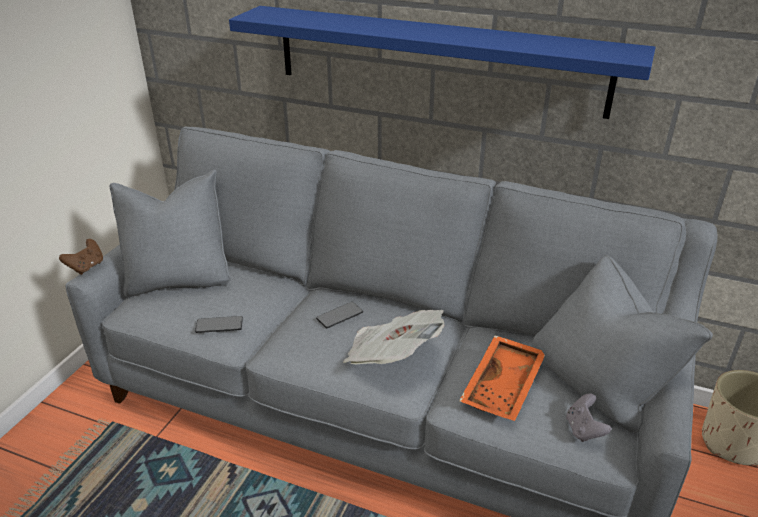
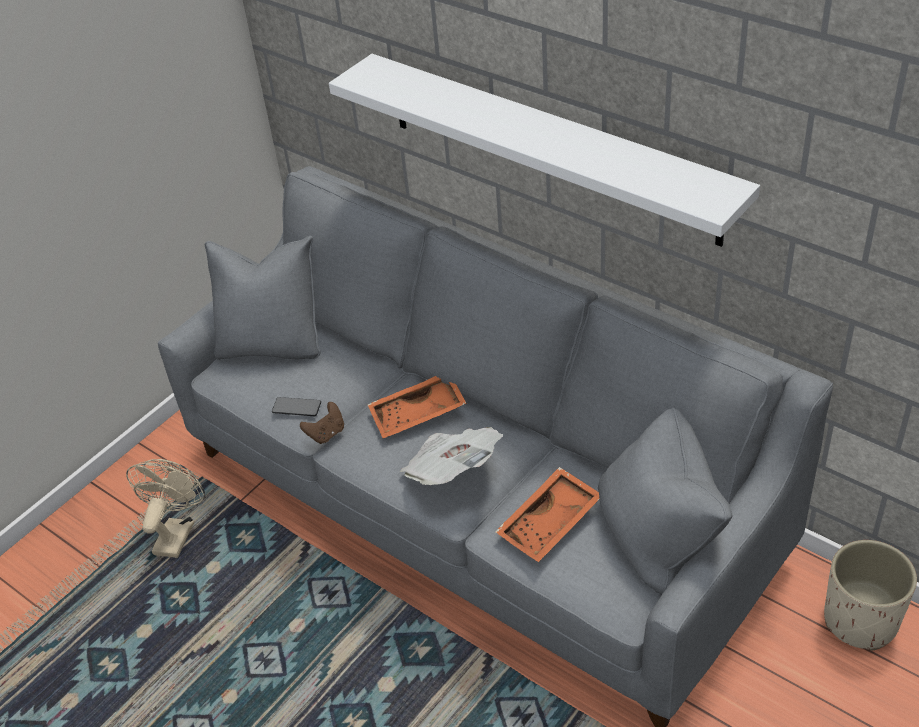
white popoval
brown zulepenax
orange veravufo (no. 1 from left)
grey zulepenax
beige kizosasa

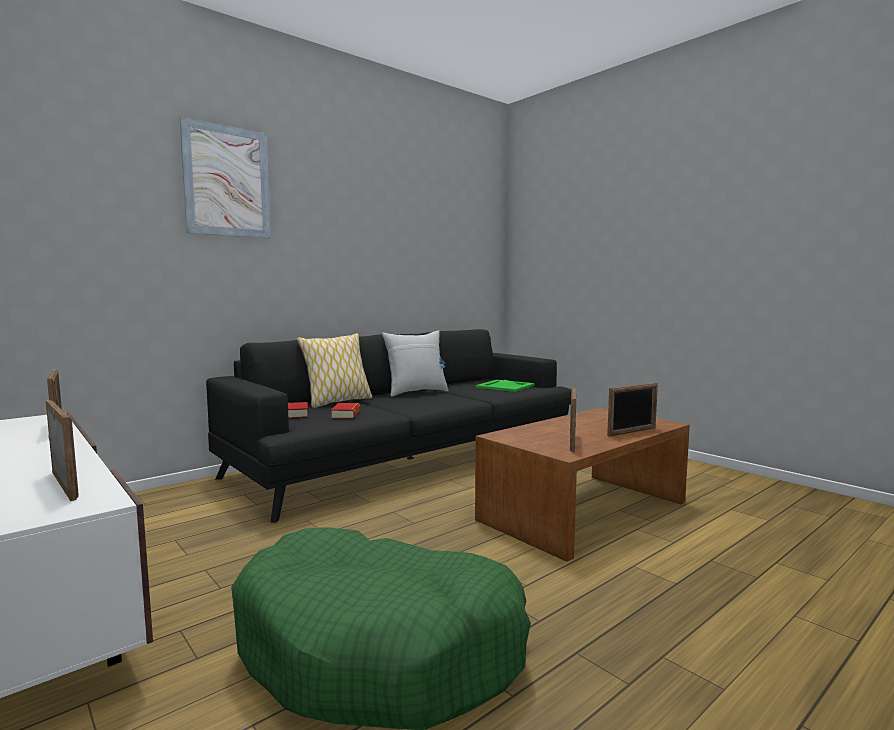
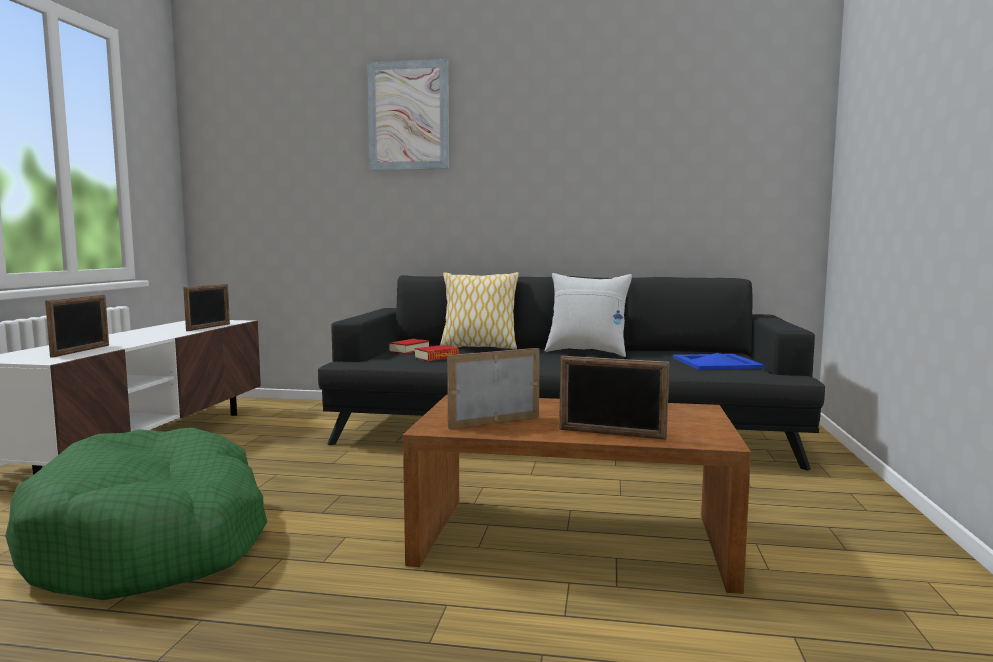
blue veravufo

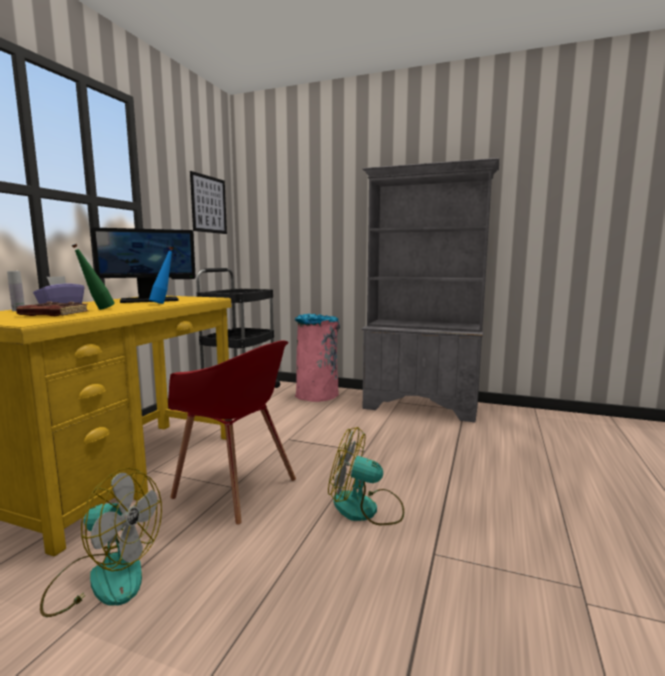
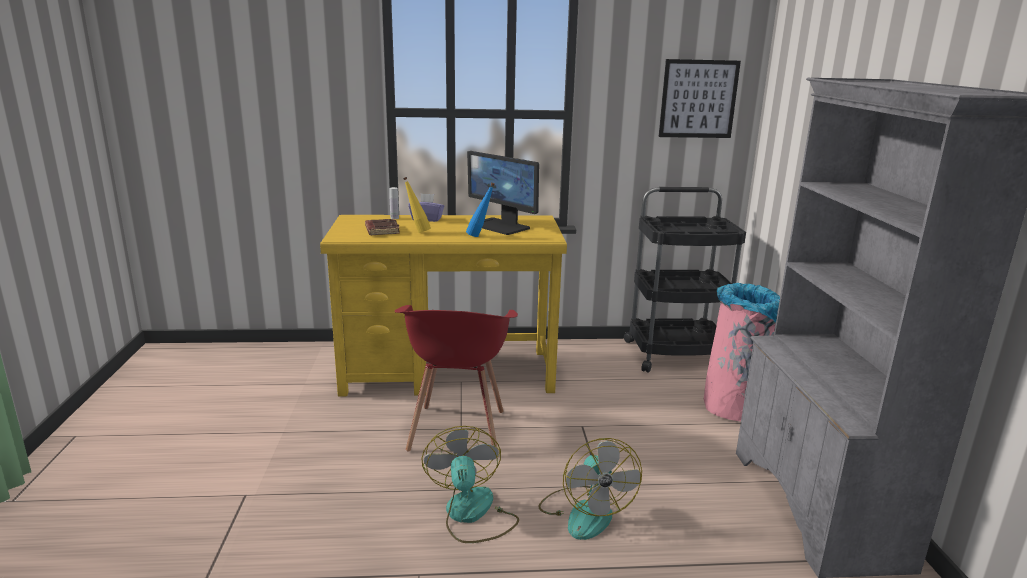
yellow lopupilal
kizosasa (no. 2 from left)

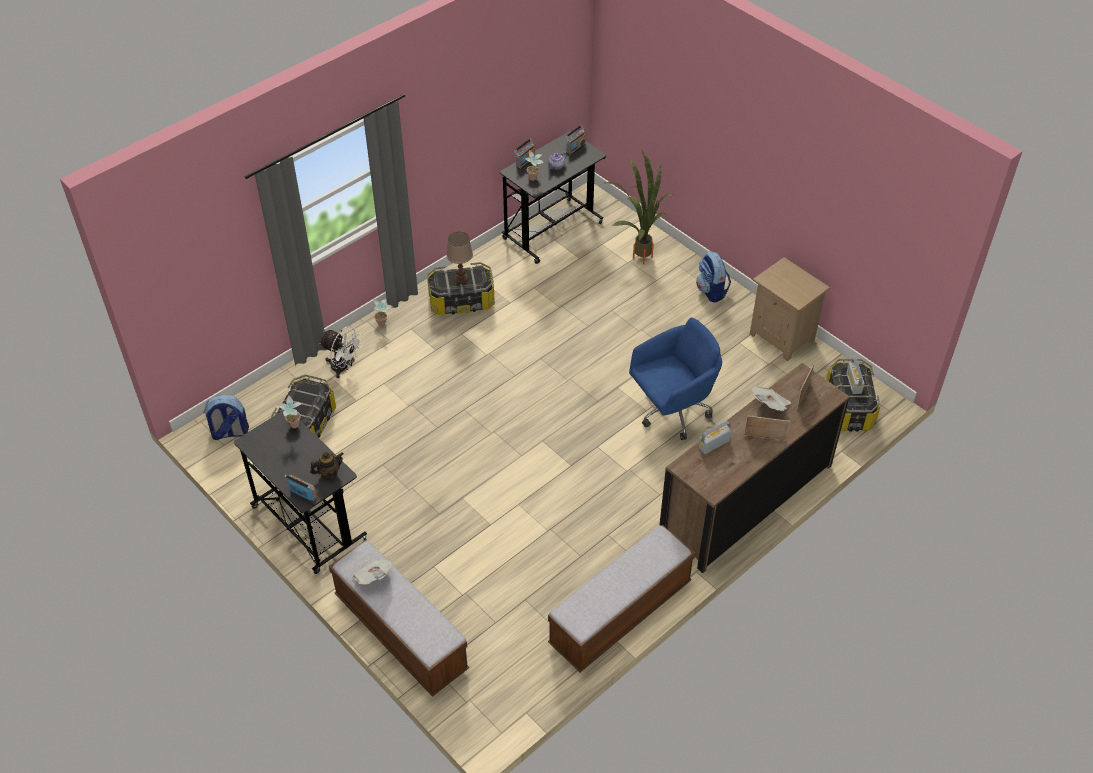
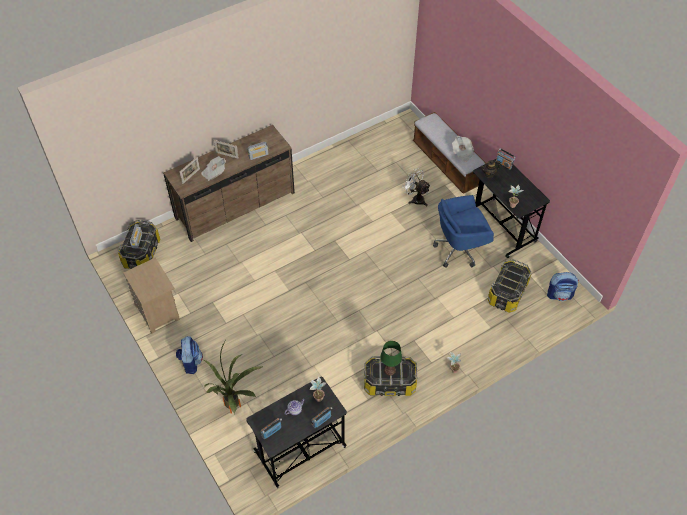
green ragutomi
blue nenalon
white kizosasa
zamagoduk (no. 2 from left in the first image)

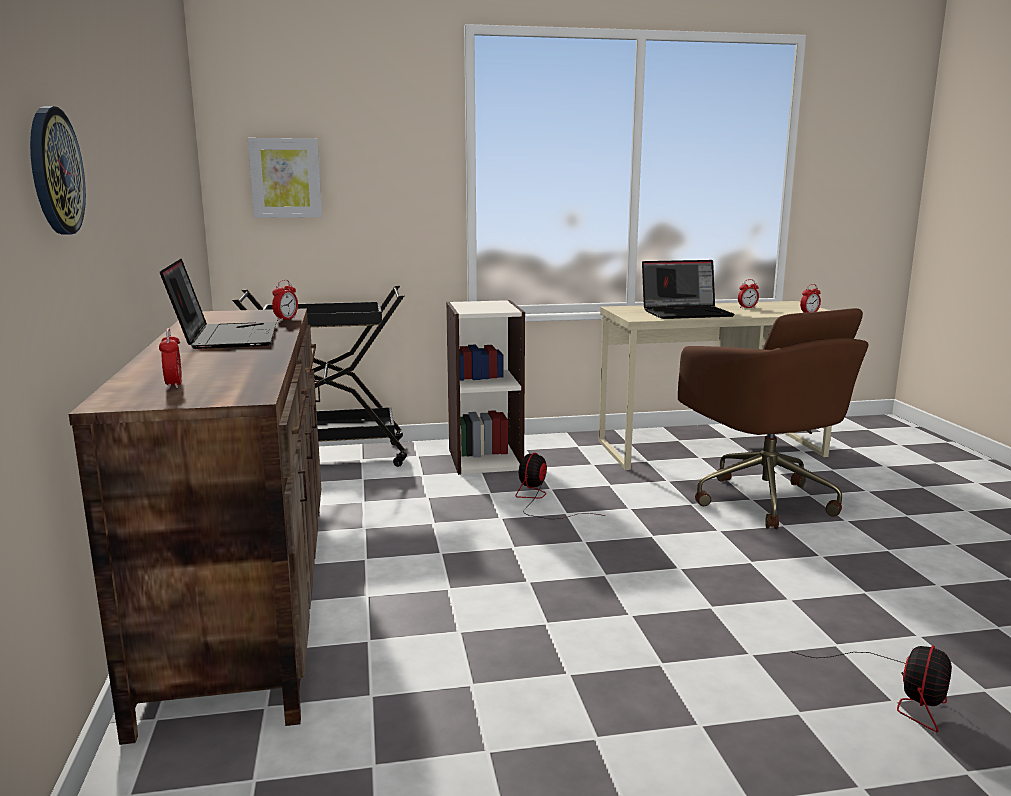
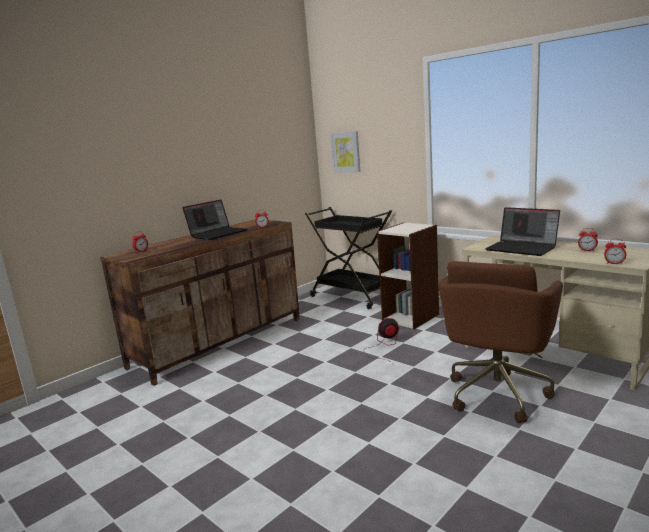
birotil
kizosasa (no. 2 from left in the first image)

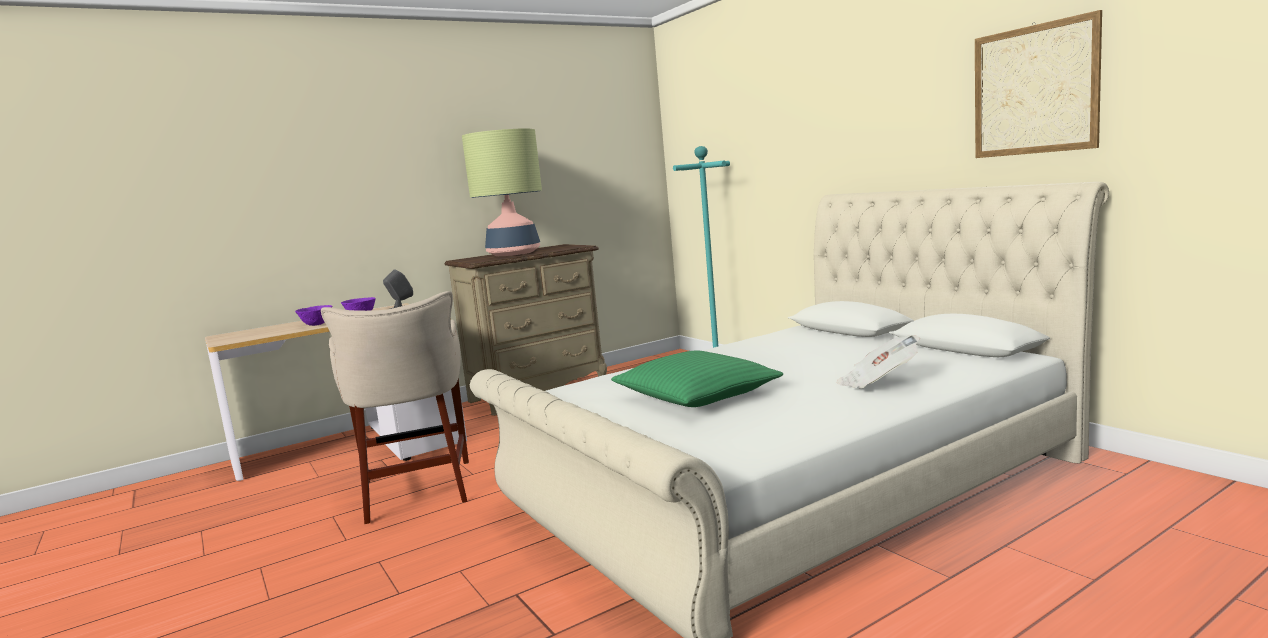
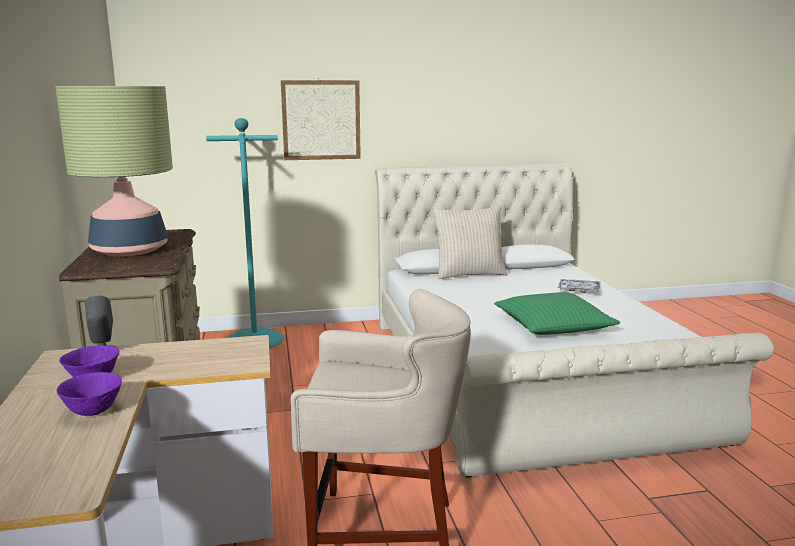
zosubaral
veravufo
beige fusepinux

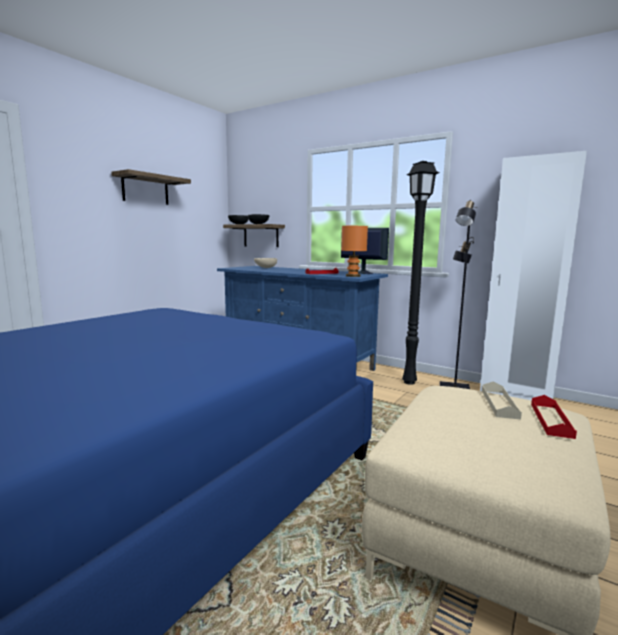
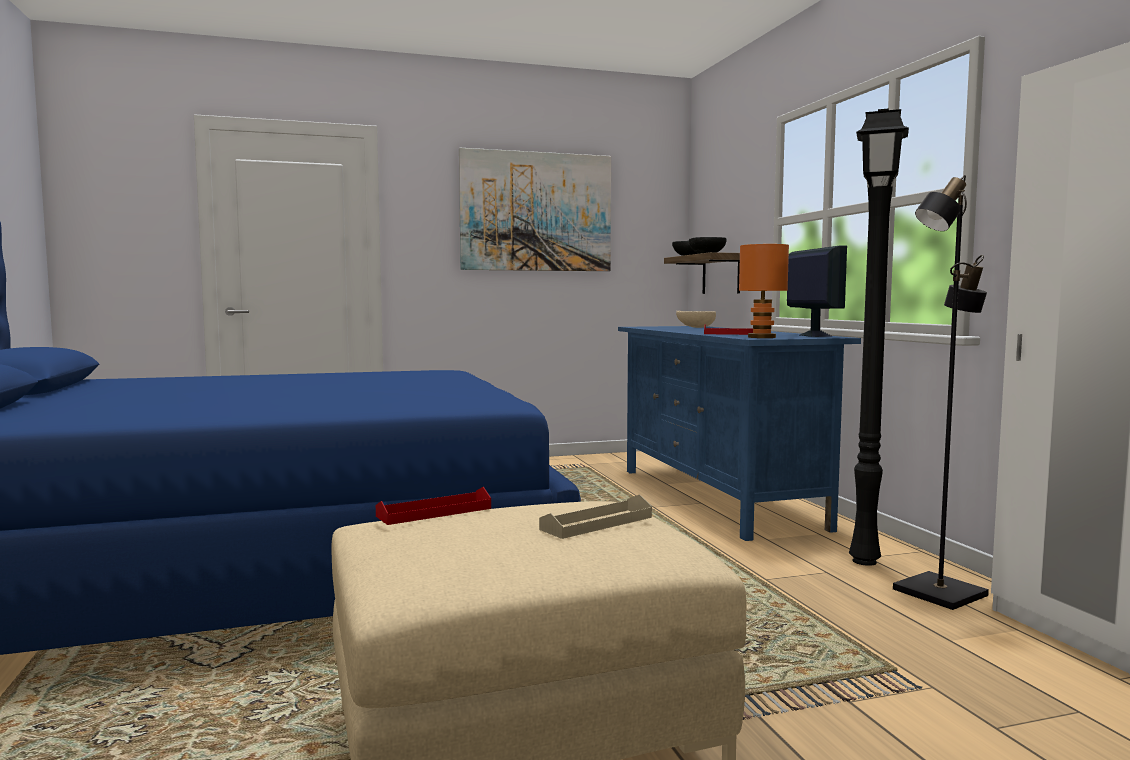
zosubaral
red veravufo (no. 1 from left)

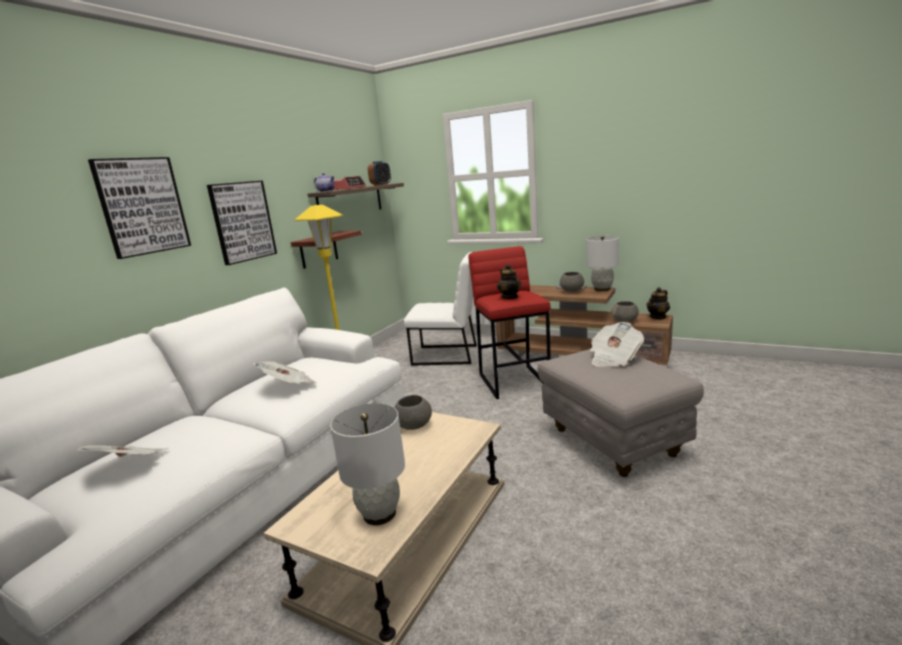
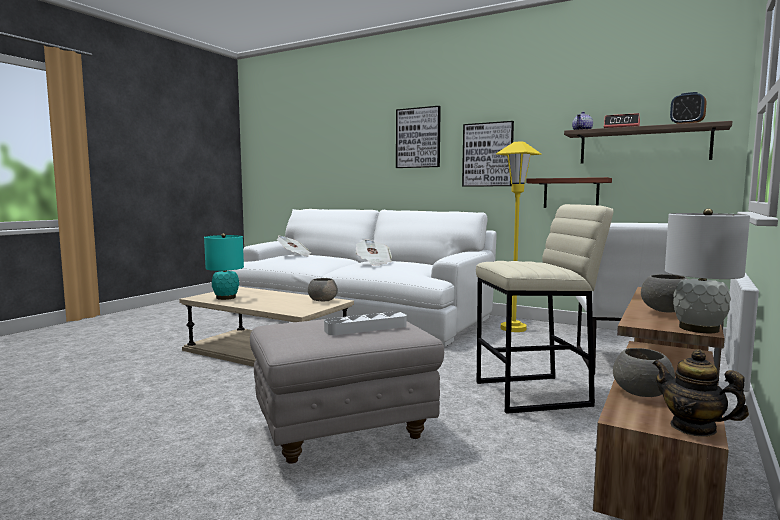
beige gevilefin
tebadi (no. 2 from left in the first image)
grey veravufo
turquoise ragutomi

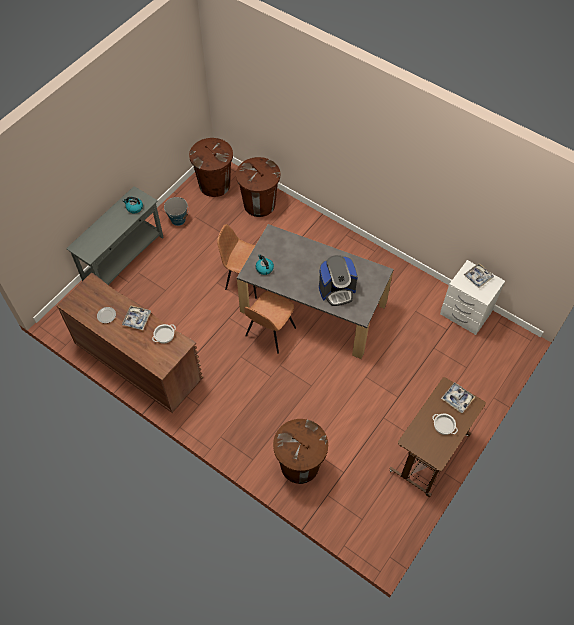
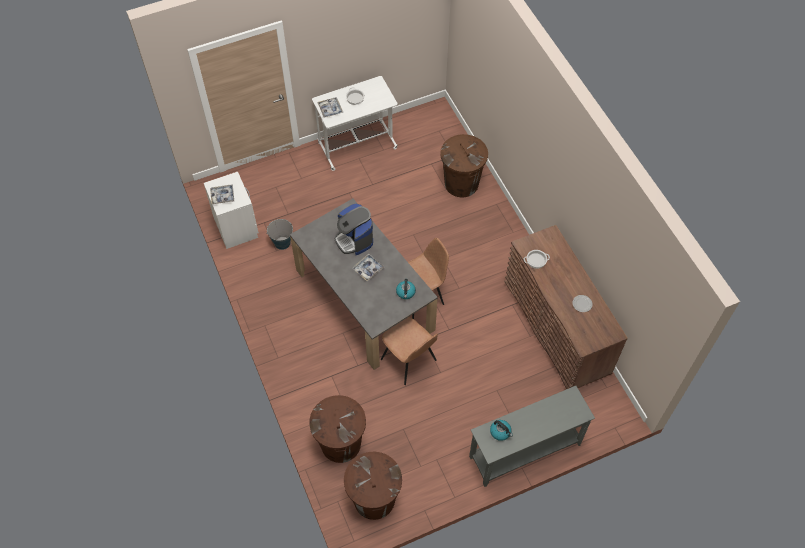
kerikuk
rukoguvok
veravufo (no. 3 from left)
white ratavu

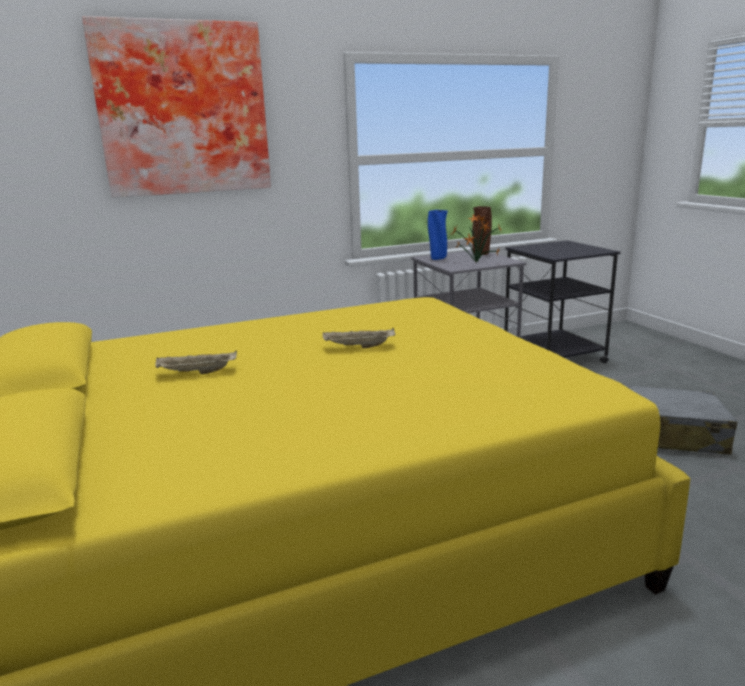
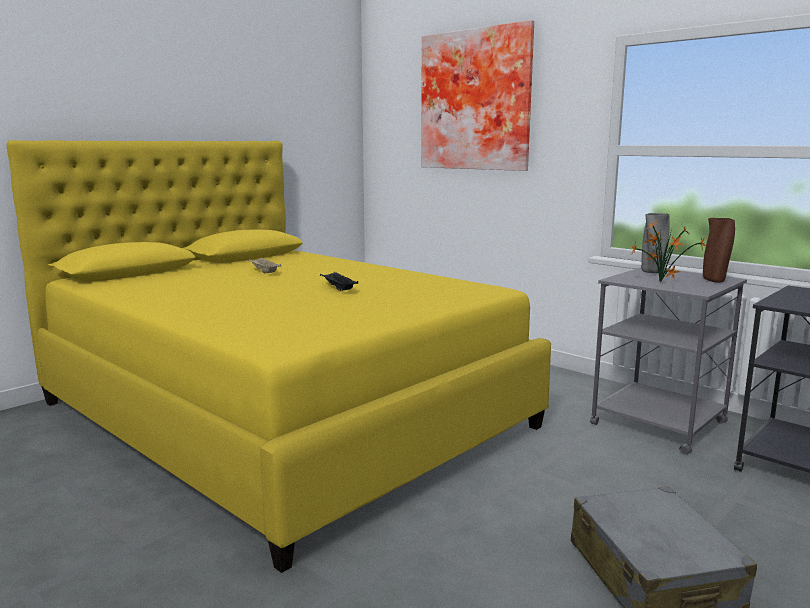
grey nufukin
black veravufo

